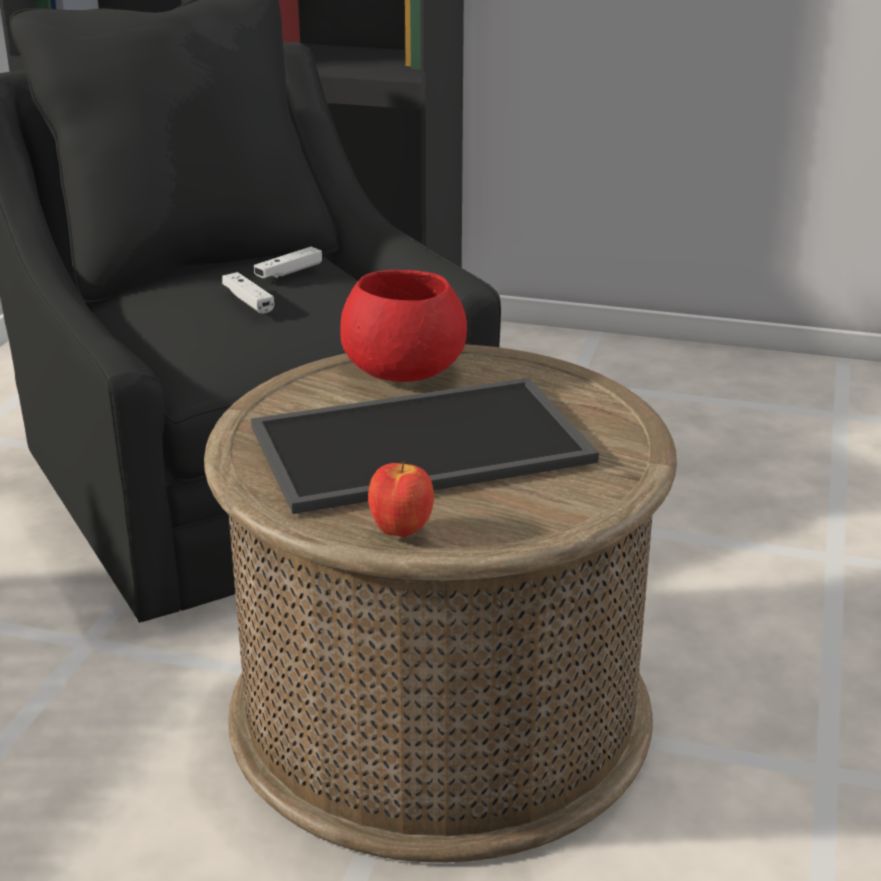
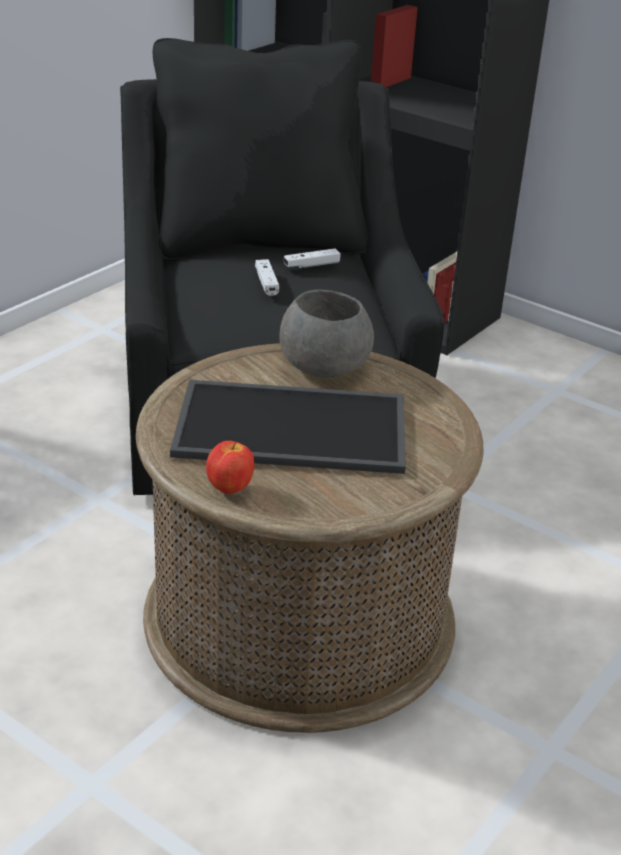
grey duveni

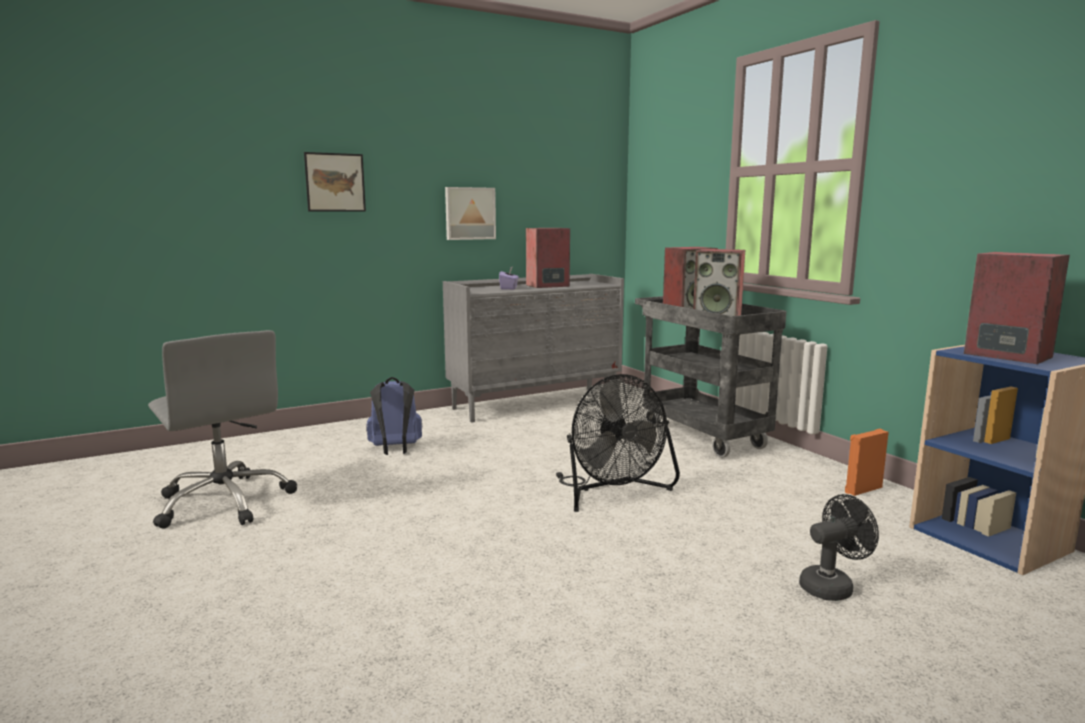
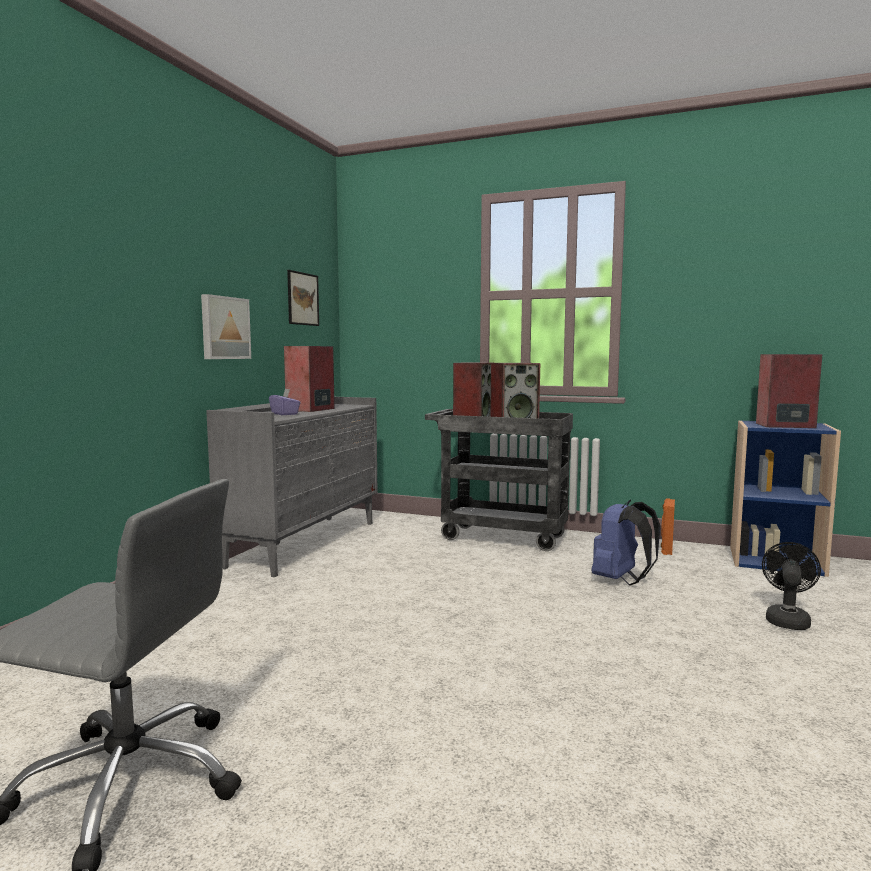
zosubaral (no. 2 from left)
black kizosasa (no. 1 from left in the first image)
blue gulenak

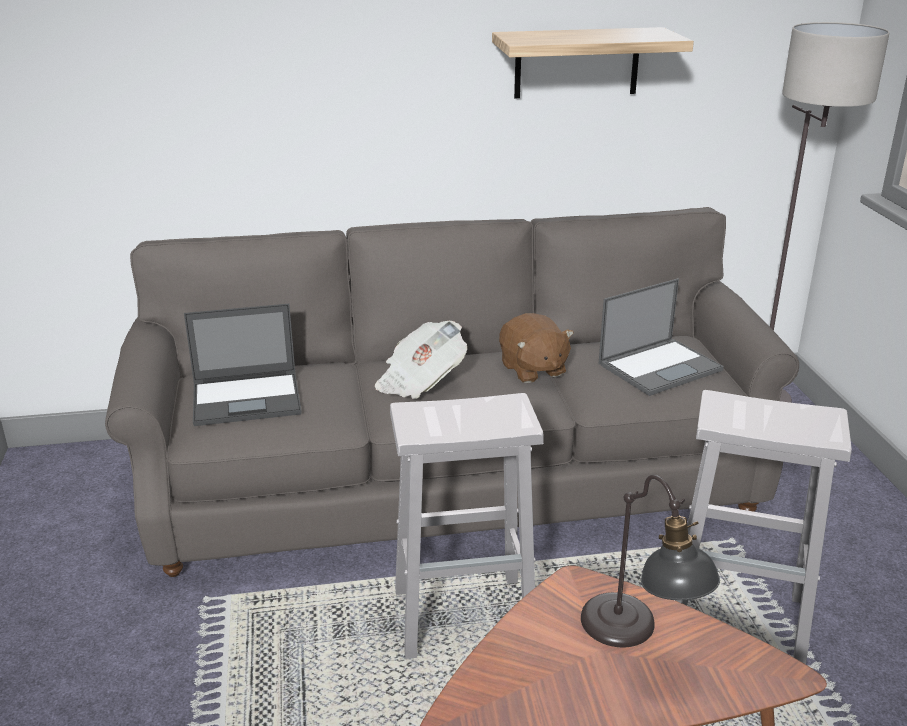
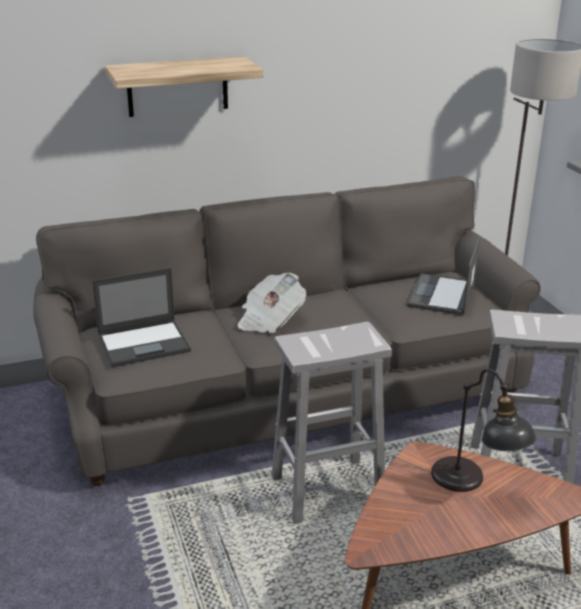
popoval
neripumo (no. 2 from left)
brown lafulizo

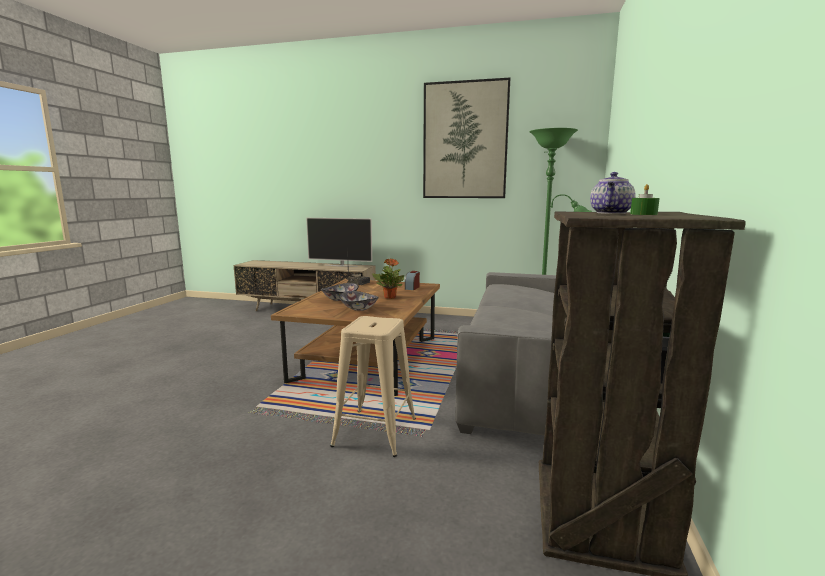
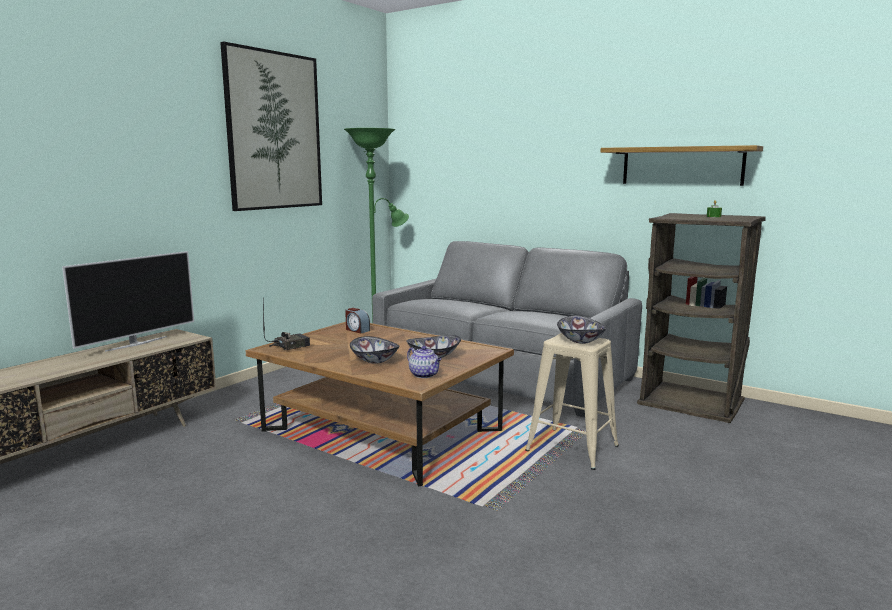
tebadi
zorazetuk
popoval
duveni (no. 3 from left)

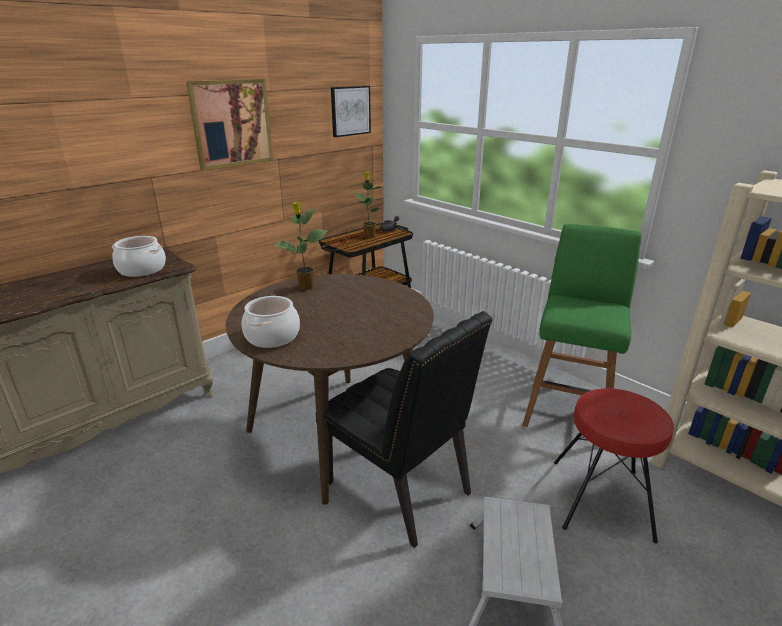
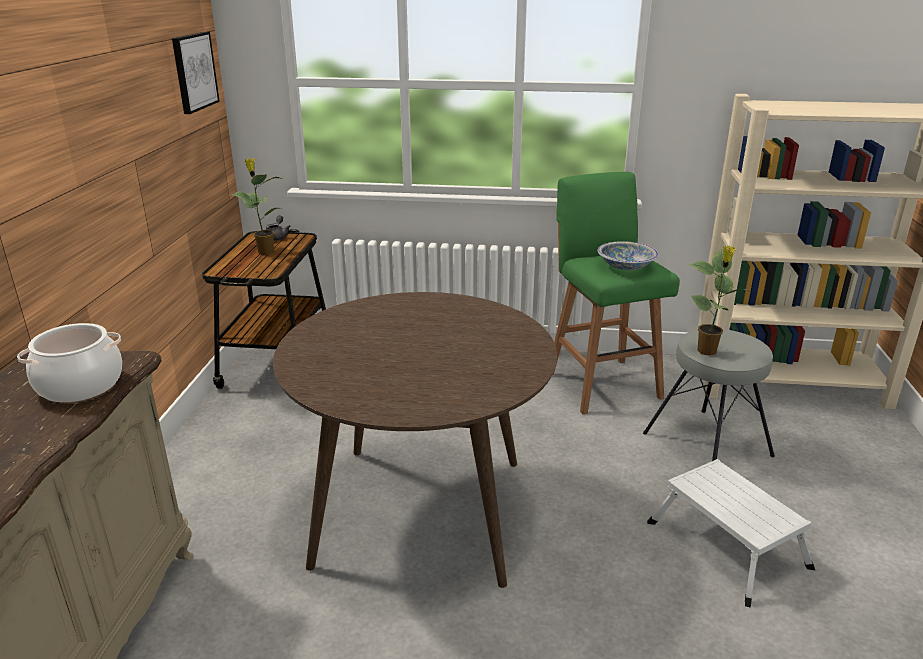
zosubaral (no. 1 from left in the first image)
zorazetuk (no. 2 from left)
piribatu (no. 2 from left in the first image)
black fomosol
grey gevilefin
duveni

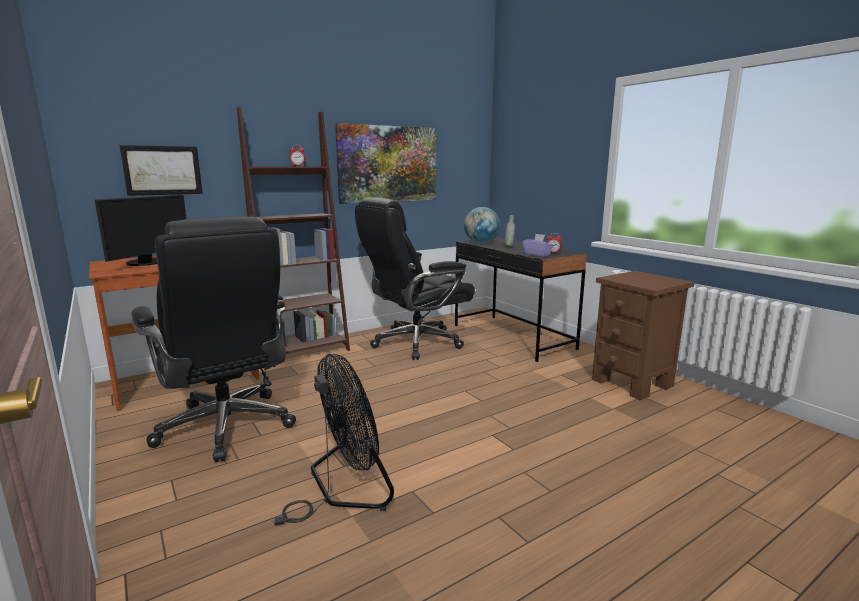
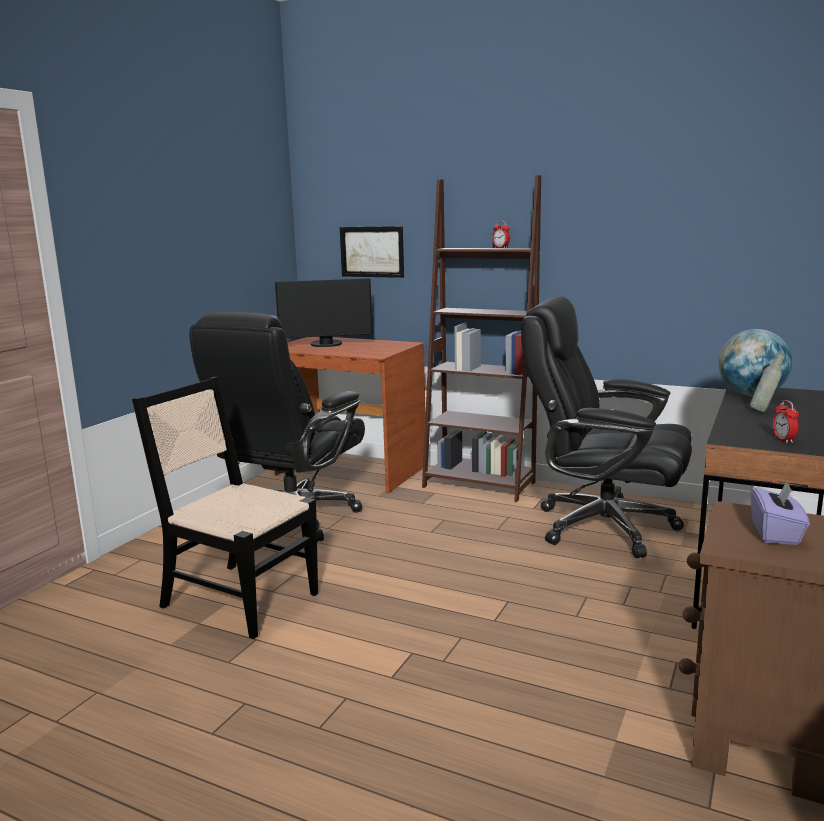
zosubaral (no. 2 from left in the first image)
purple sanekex
fomosol

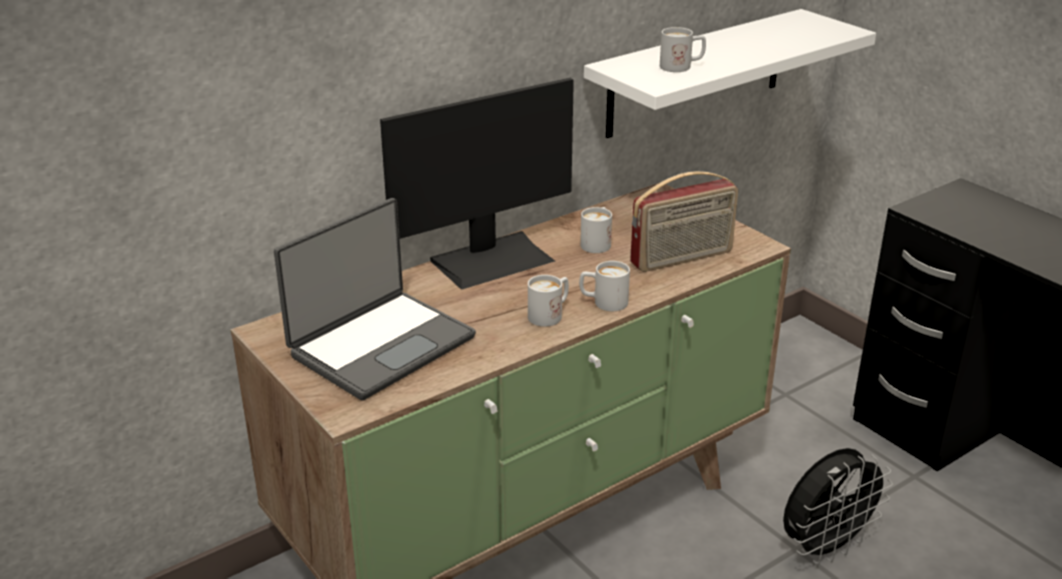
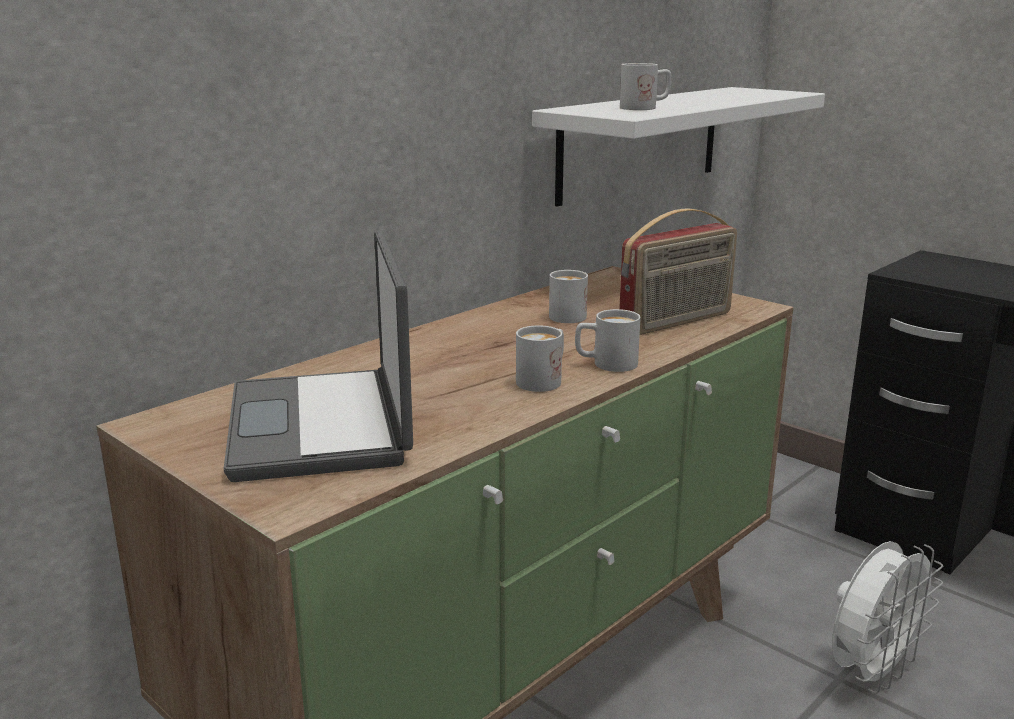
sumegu
neripumo
white kizosasa

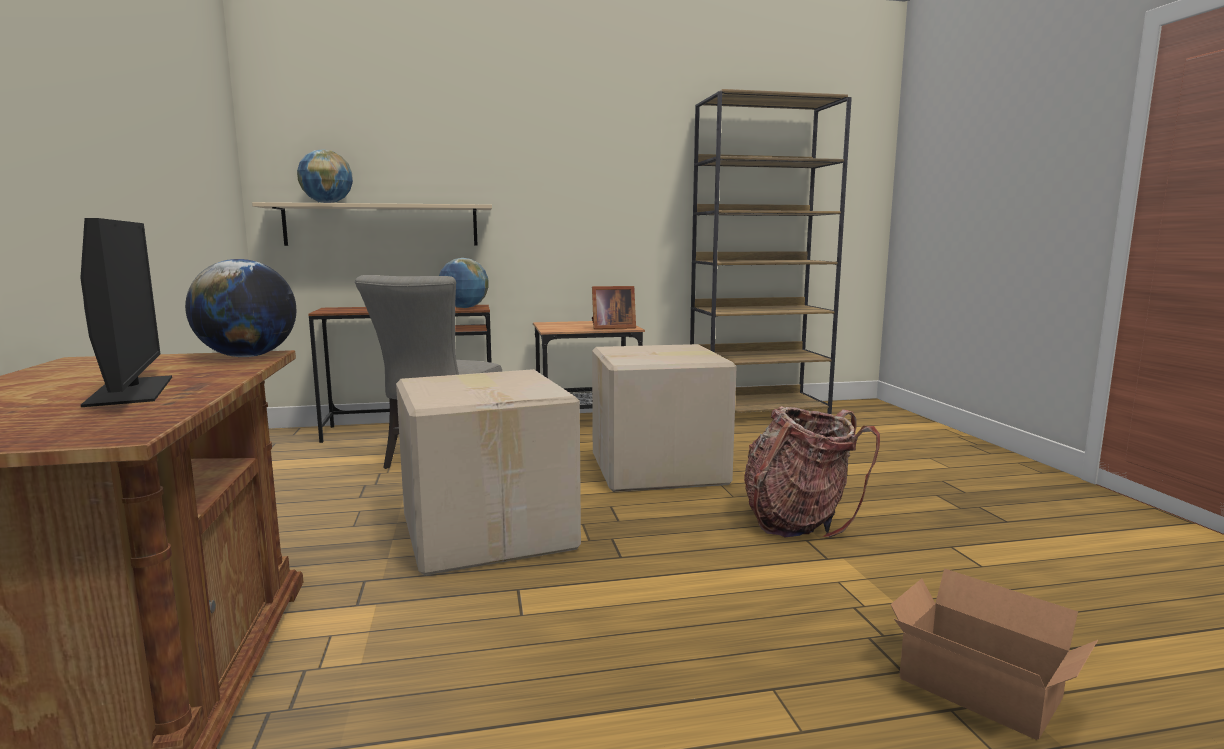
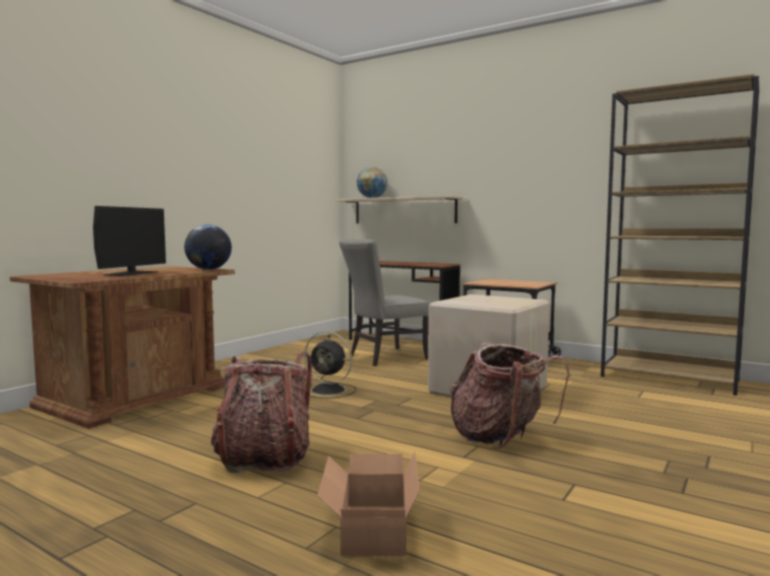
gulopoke (no. 3 from left in the first image)
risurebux
black kizosasa
gulenak (no. 1 from left)

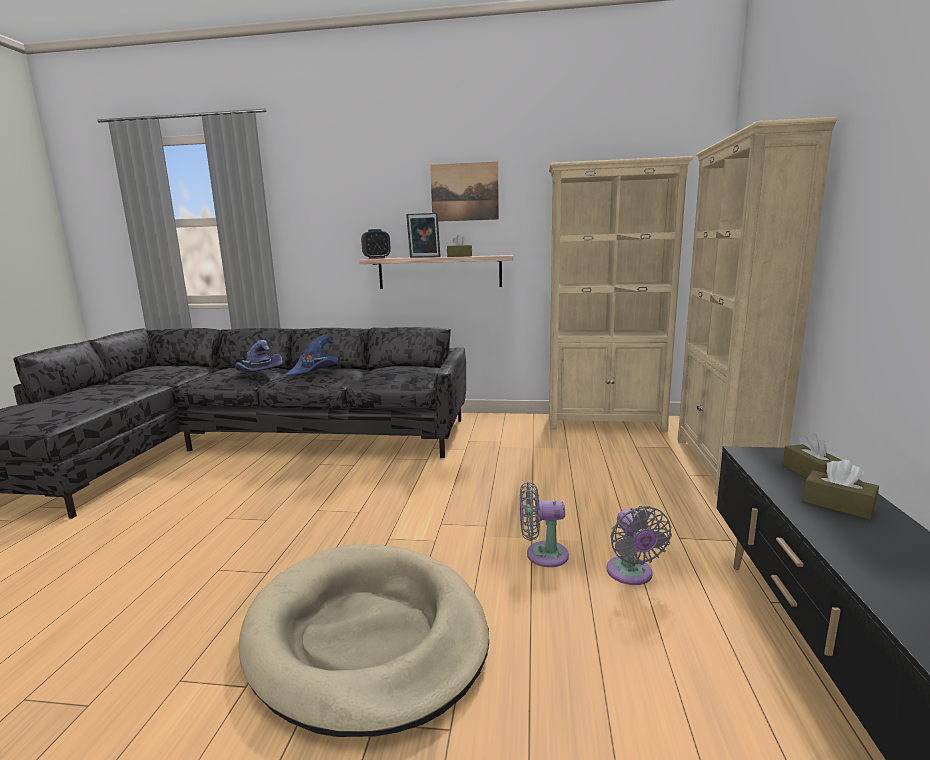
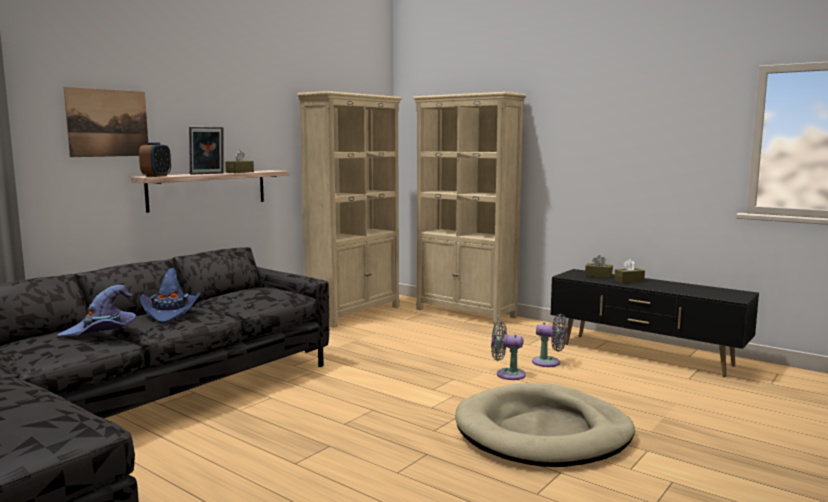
zosubaral
grey kizosasa (no. 1 from left)

